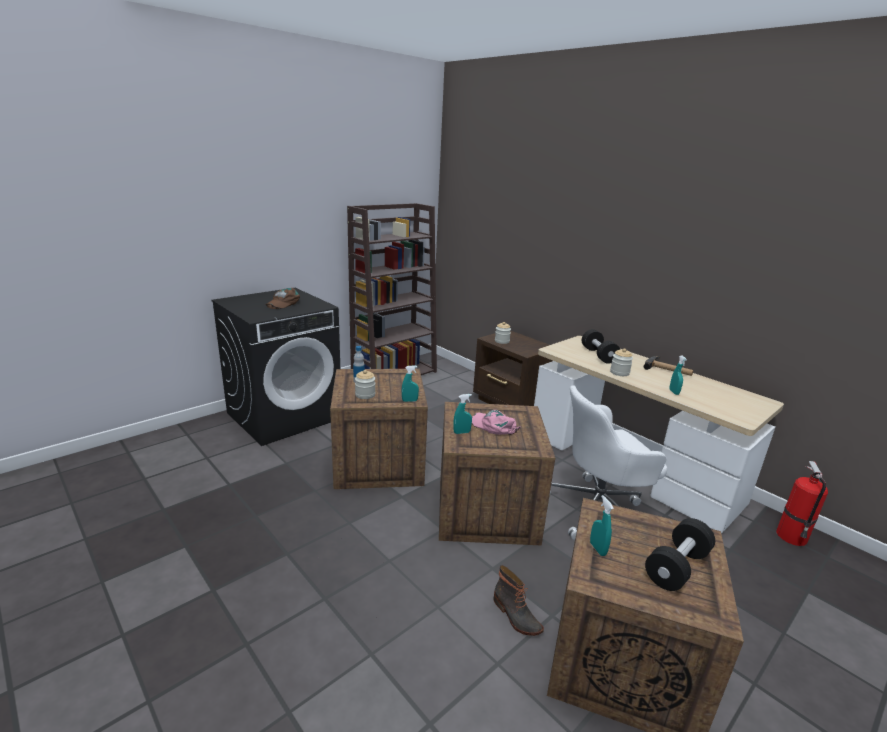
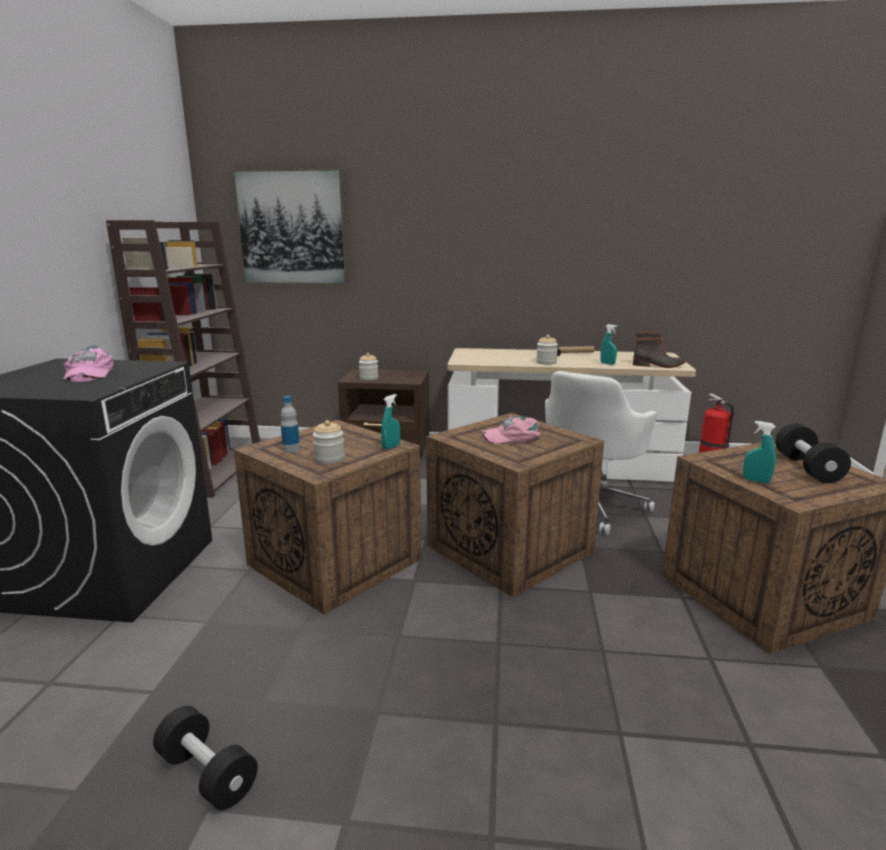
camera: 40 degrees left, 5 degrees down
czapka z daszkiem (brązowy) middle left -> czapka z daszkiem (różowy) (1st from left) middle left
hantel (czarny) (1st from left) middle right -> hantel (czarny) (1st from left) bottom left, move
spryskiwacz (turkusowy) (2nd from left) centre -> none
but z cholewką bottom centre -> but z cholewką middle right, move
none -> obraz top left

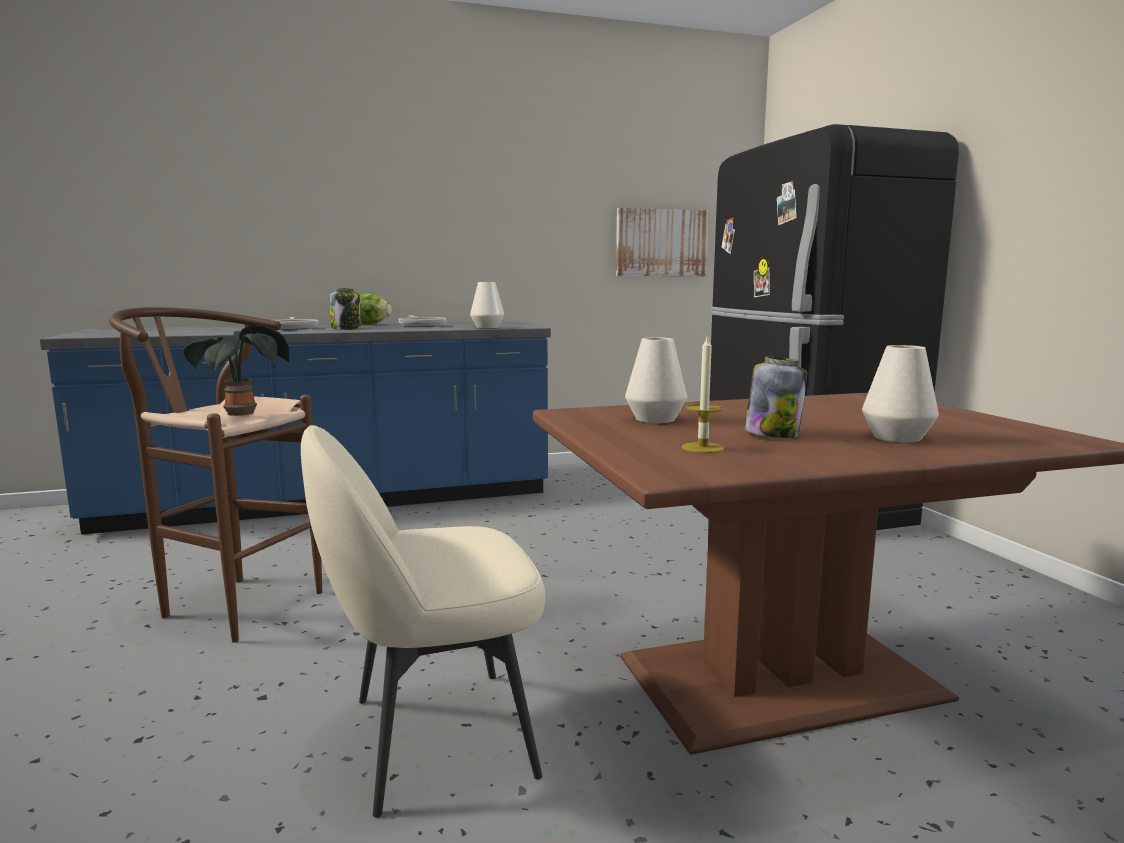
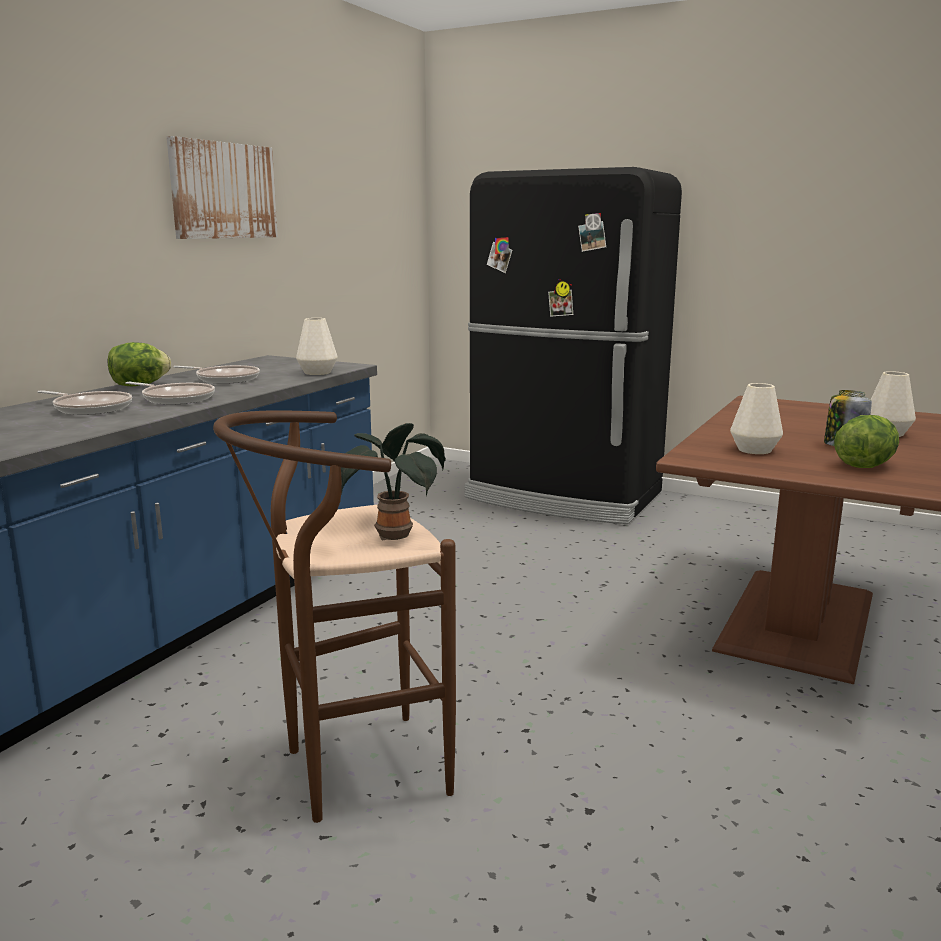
camera: 45 degrees left, 5 degrees up
obraz top centre -> obraz top left, move
słoik (1st from left) middle left -> patelnia (2nd from left) middle left
świeca centre -> sałata (2nd from left) middle right
krzesło (beżowy) bottom centre -> none

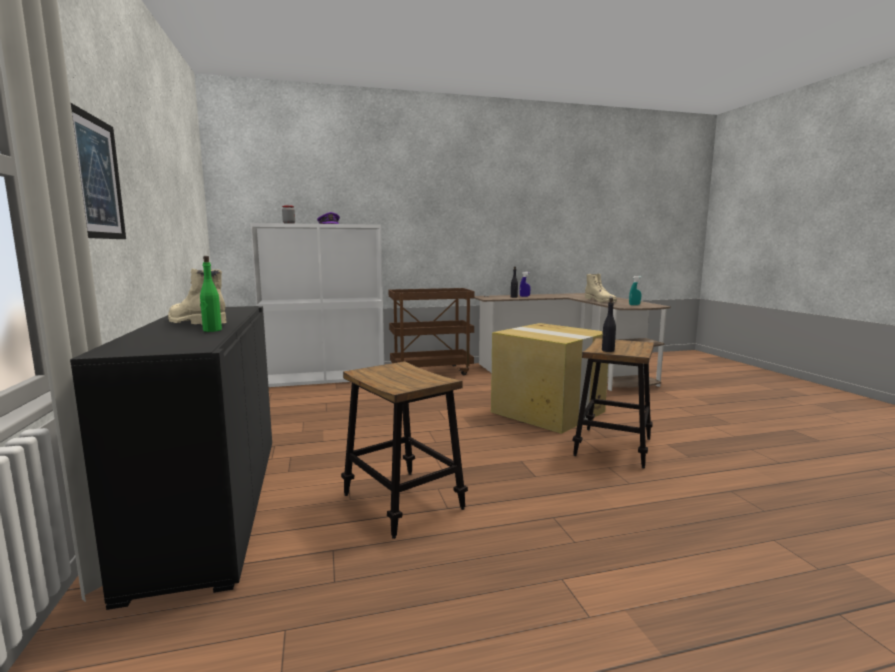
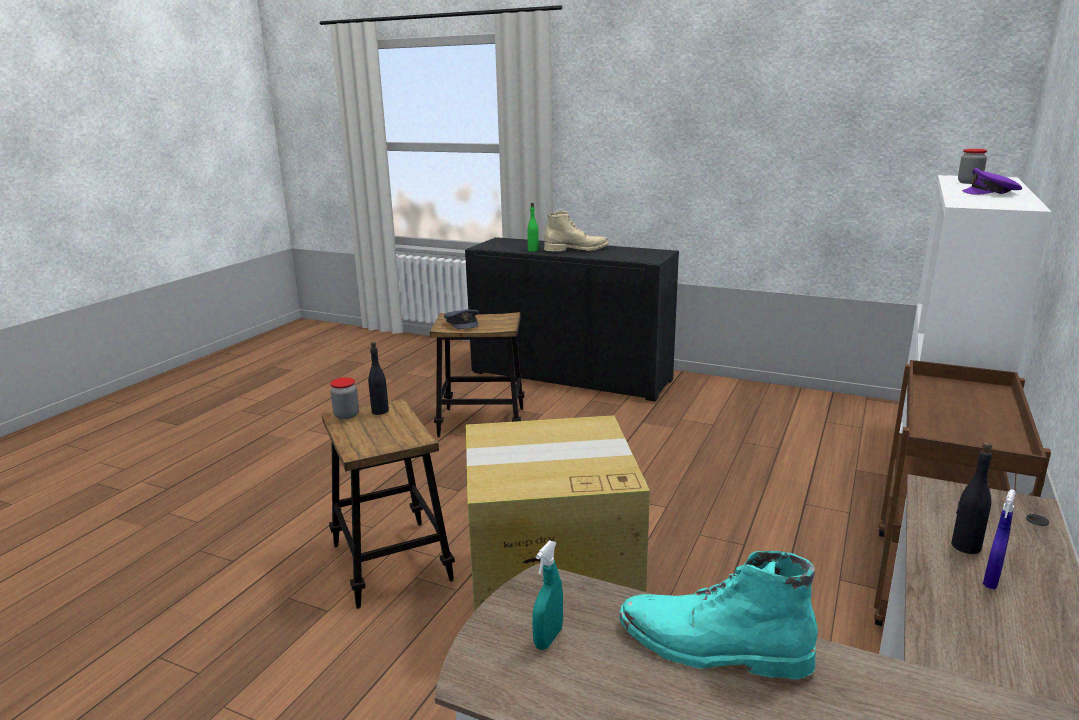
camera: 130 degrees right, 10 degrees up
obraz top left -> none
but z cholewką (beżowy) (2nd from left) middle right -> but z cholewką (turkusowy) bottom centre
none -> czapka z daszkiem (szary) centre
none -> słoik (1st from left) middle left

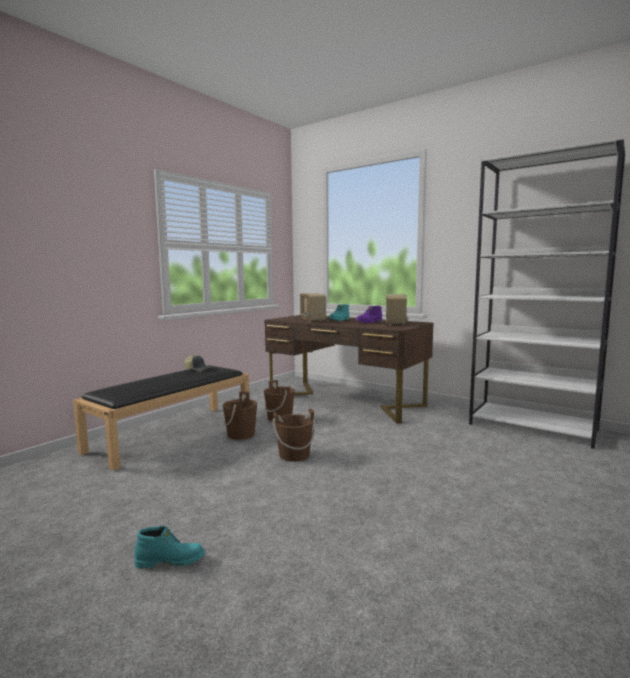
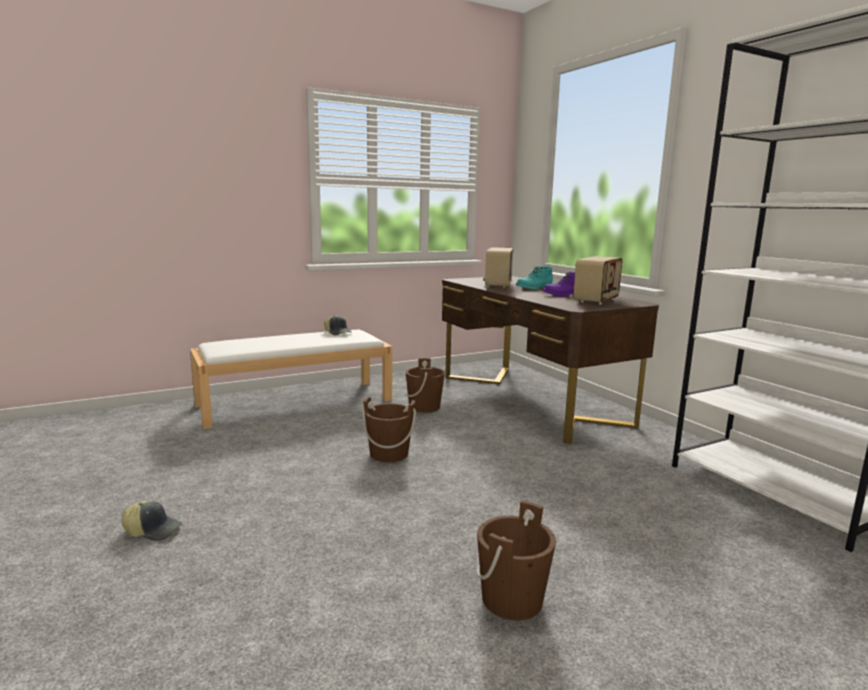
camera: 25 degrees right, 5 degrees up
ławka (czarny) middle left -> ławka (biały) centre
wiadro (brązowy) (1st from left in the first image) centre -> wiadro (brązowy) (3rd from left) bottom centre, move
but z cholewką (turkusowy) (1st from left) bottom left -> czapka z daszkiem (1st from left) bottom left

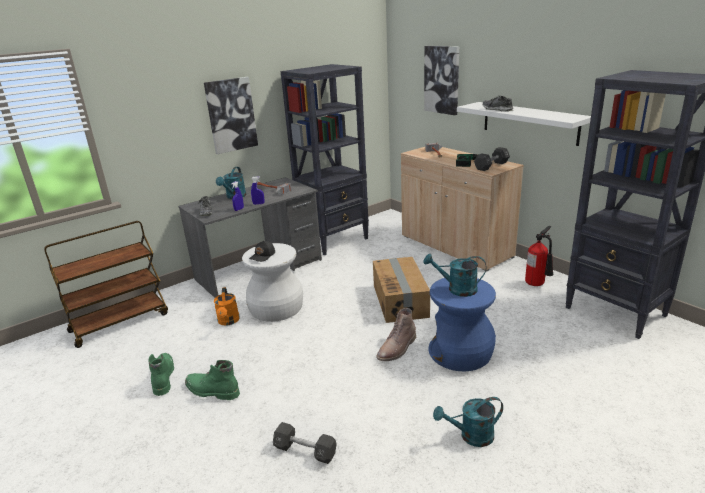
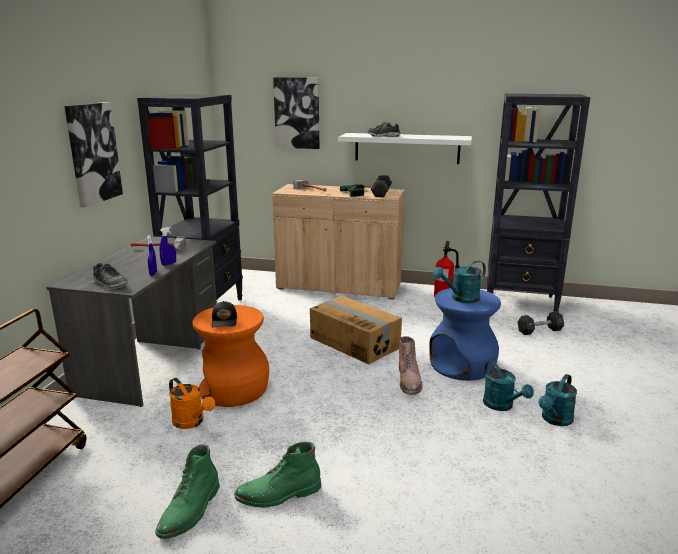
camera: 40 degrees left, 5 degrees down
konewka (turkusowy) (1st from left in the first image) middle left -> konewka (turkusowy) (2nd from left) bottom right, move
stołek (biały) centre -> stołek (pomarańczowy) centre
but z cholewką (zielony) (1st from left) bottom left, 105 degrees counterclockwise
hantel (czarny) (1st from left in the first image) bottom centre -> hantel (czarny) (2nd from left) middle right, move

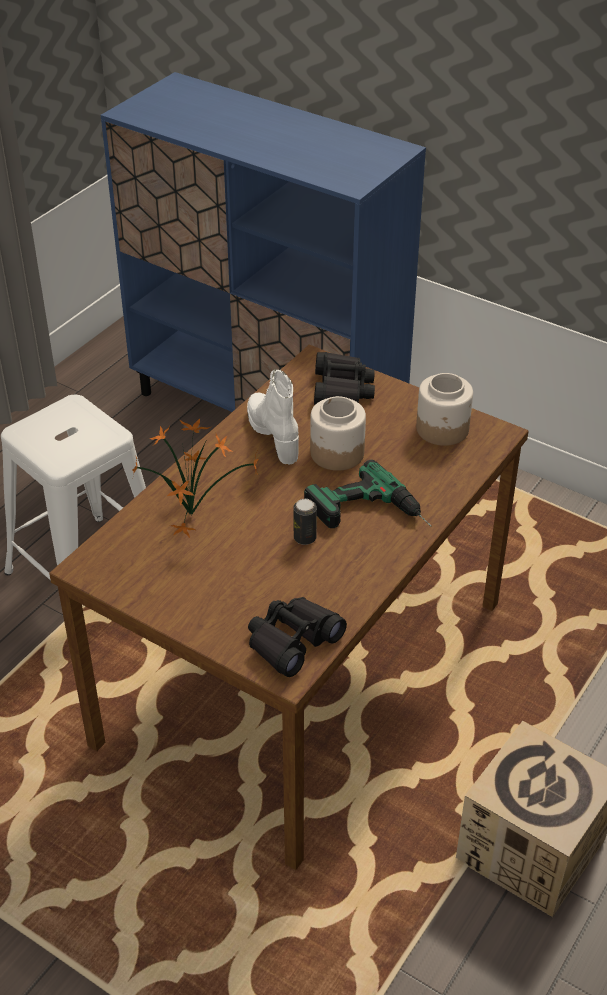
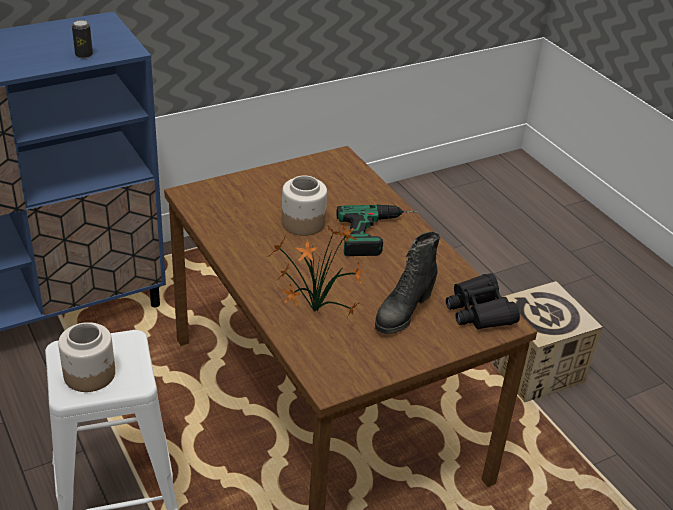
camera: 65 degrees left, 5 degrees down
lornetka (czarny) (2nd from left) centre -> none
but z cholewką (biały) centre -> none
słoik (2nd from left in the first image) middle right -> słoik (1st from left) bottom left, move
puszka centre -> puszka top left, move
none -> but z cholewką (czarny) centre

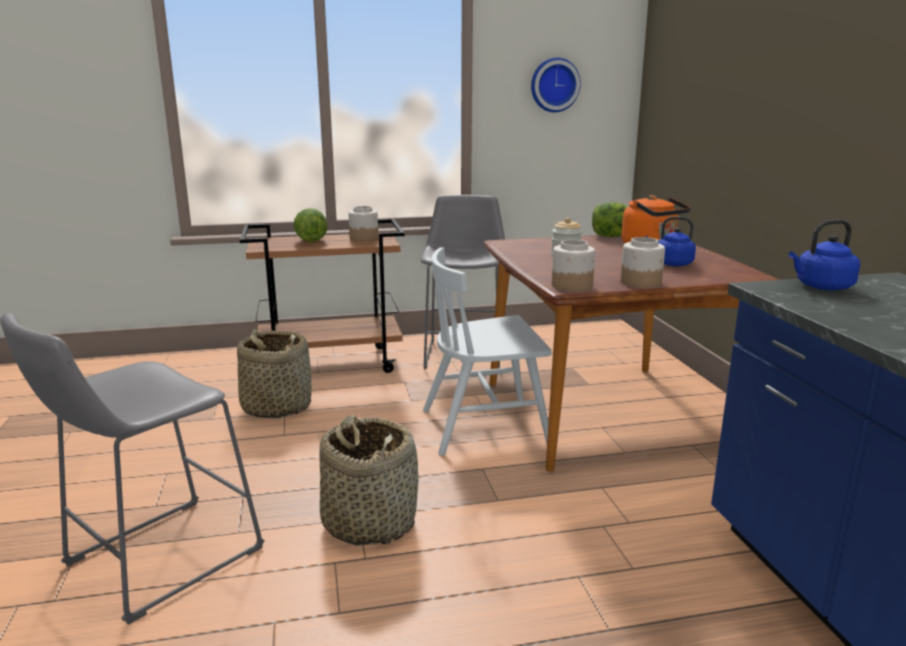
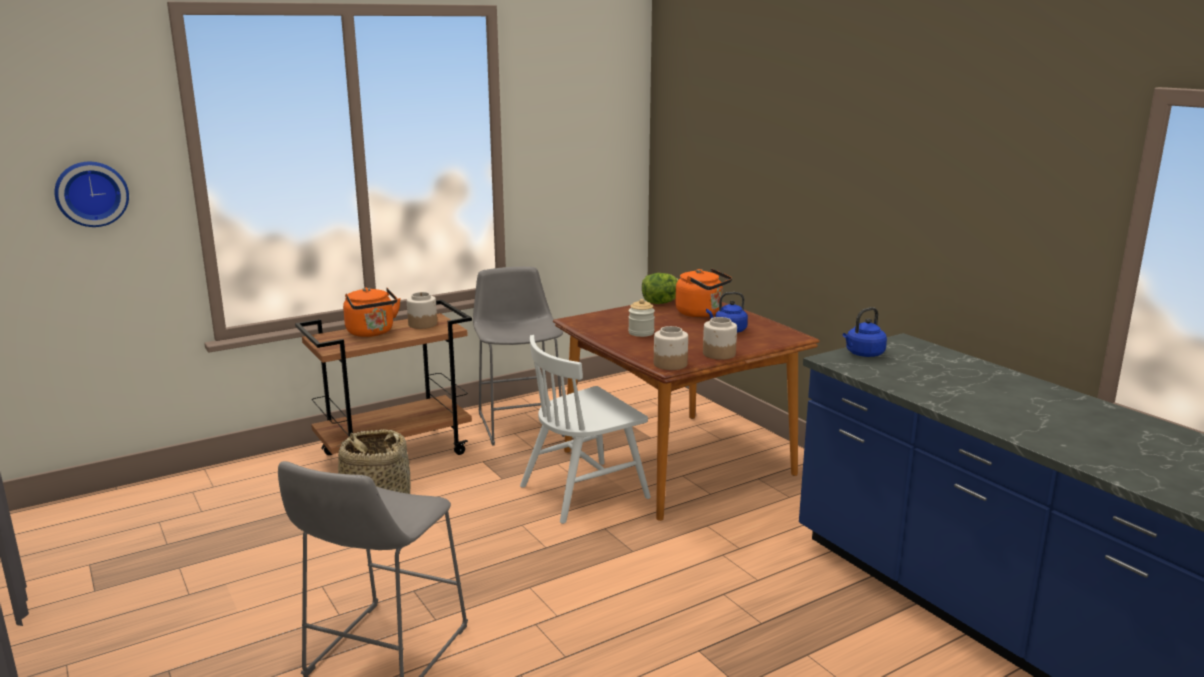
camera: 20 degrees left, 0 degrees up
zegar ścienny top centre -> zegar ścienny top left, move
sałata (1st from left) centre -> czajnik (pomarańczowy) (1st from left) middle left
koszyk (2nd from left) bottom centre -> none

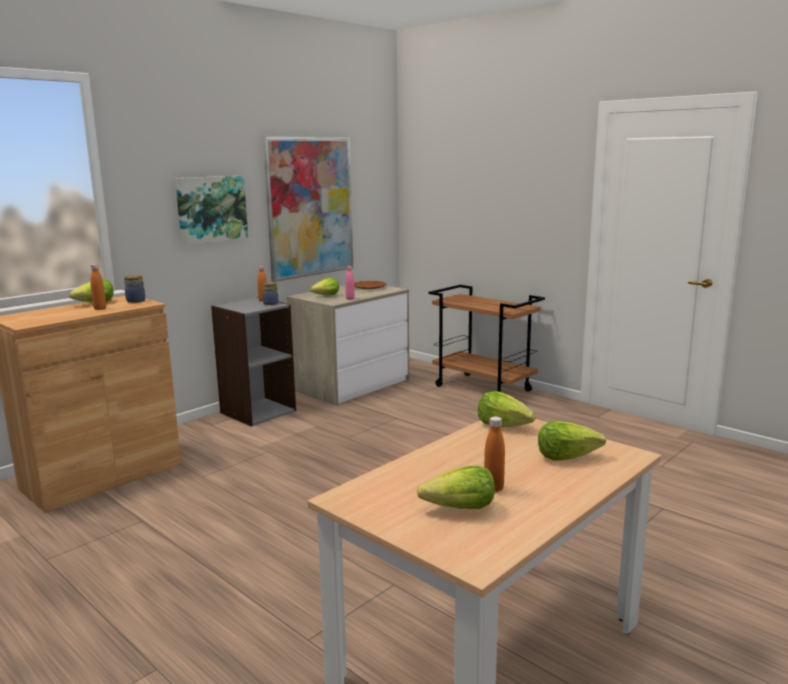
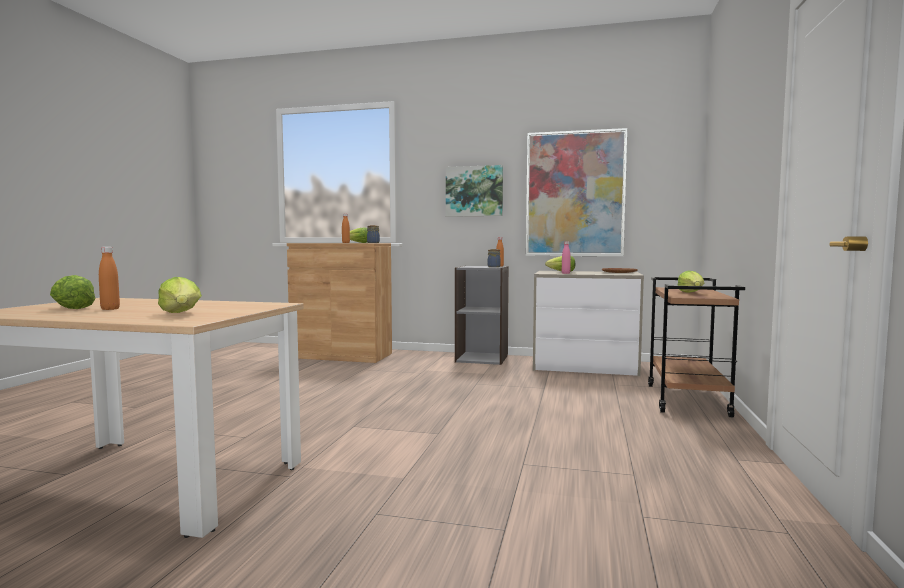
camera: 60 degrees right, 10 degrees down
sałata (4th from left in the first image) centre -> sałata (5th from left) middle right, move

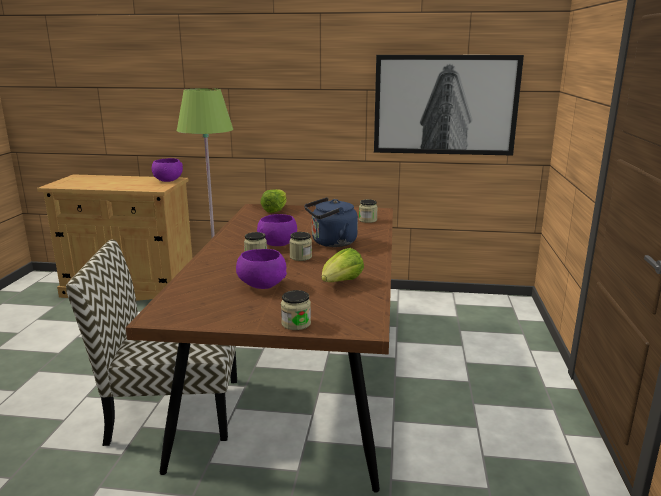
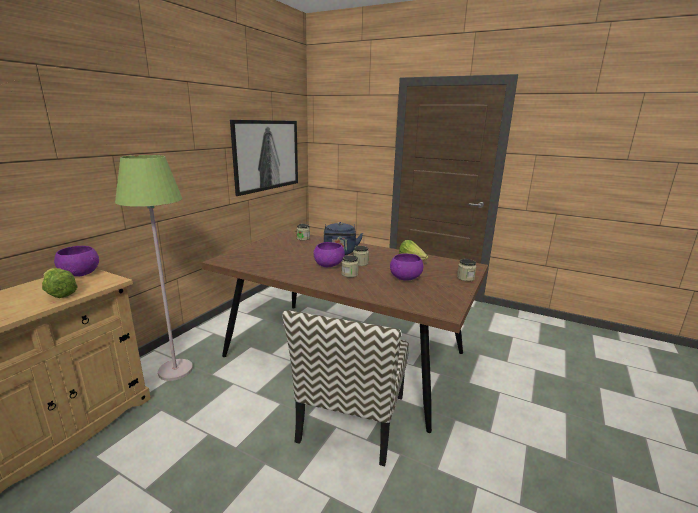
camera: 70 degrees left, 0 degrees up
sałata (1st from left) centre -> sałata (1st from left) middle left, move

